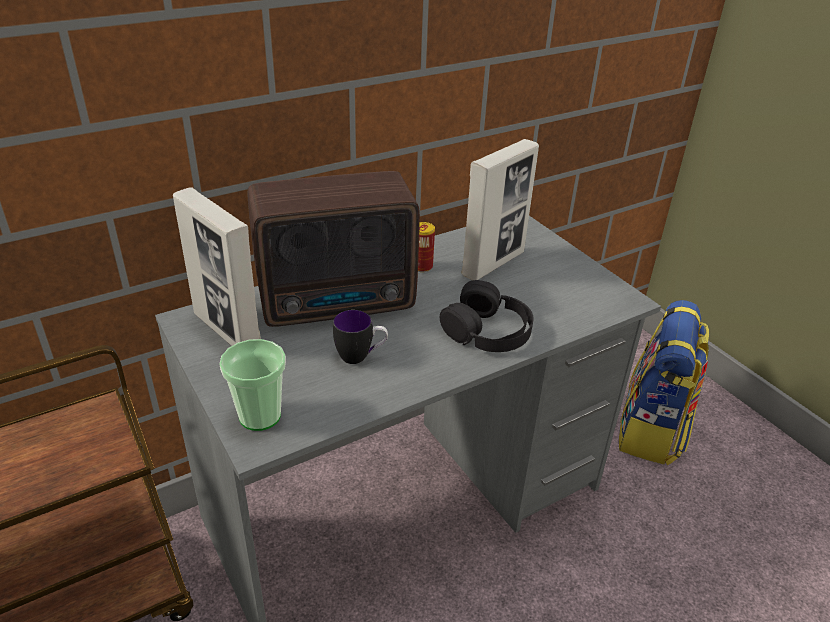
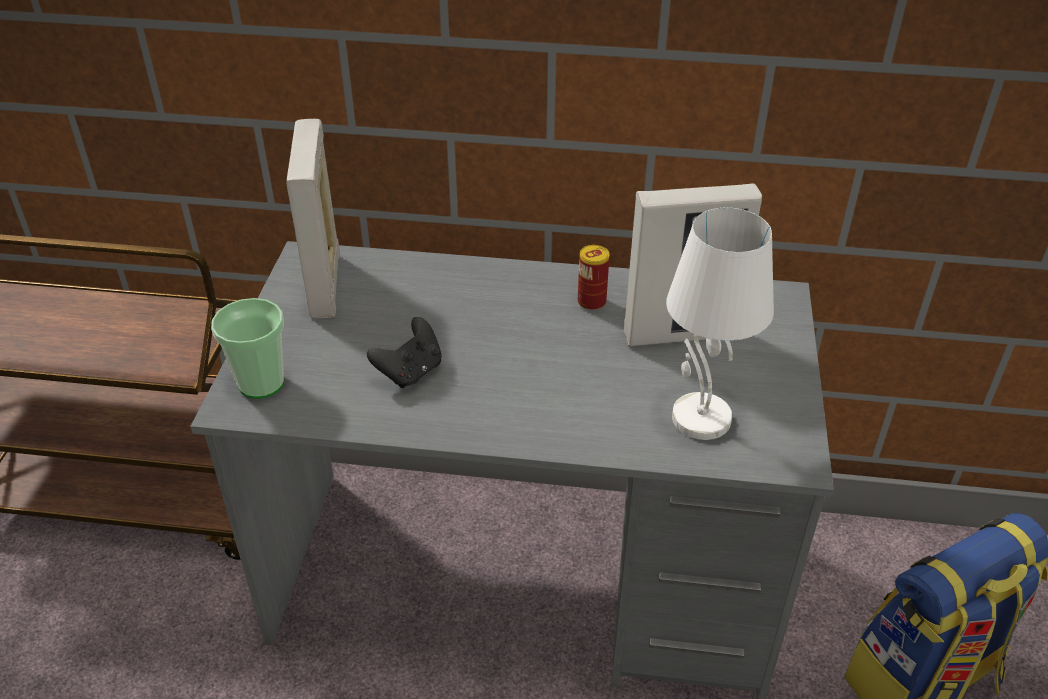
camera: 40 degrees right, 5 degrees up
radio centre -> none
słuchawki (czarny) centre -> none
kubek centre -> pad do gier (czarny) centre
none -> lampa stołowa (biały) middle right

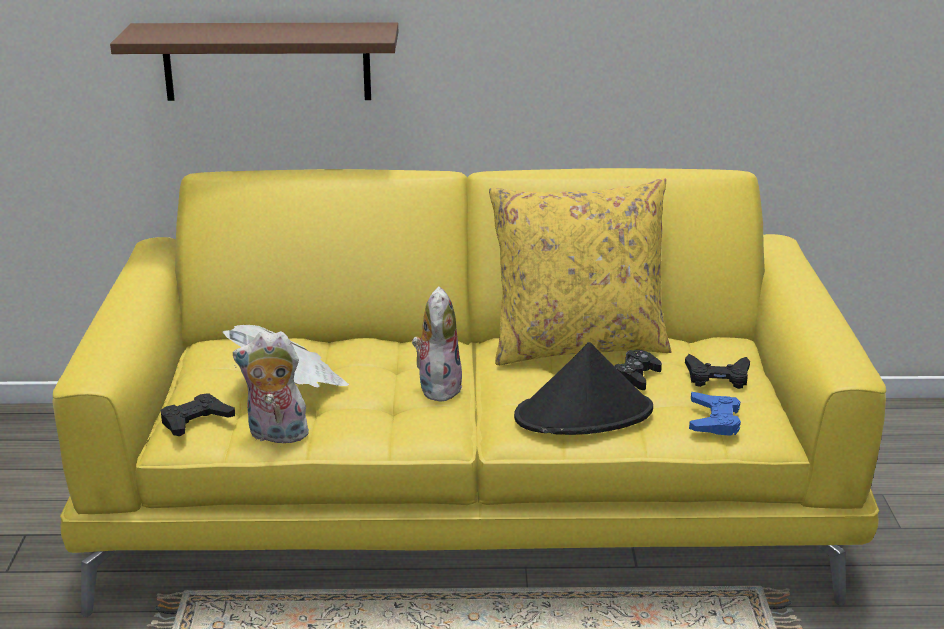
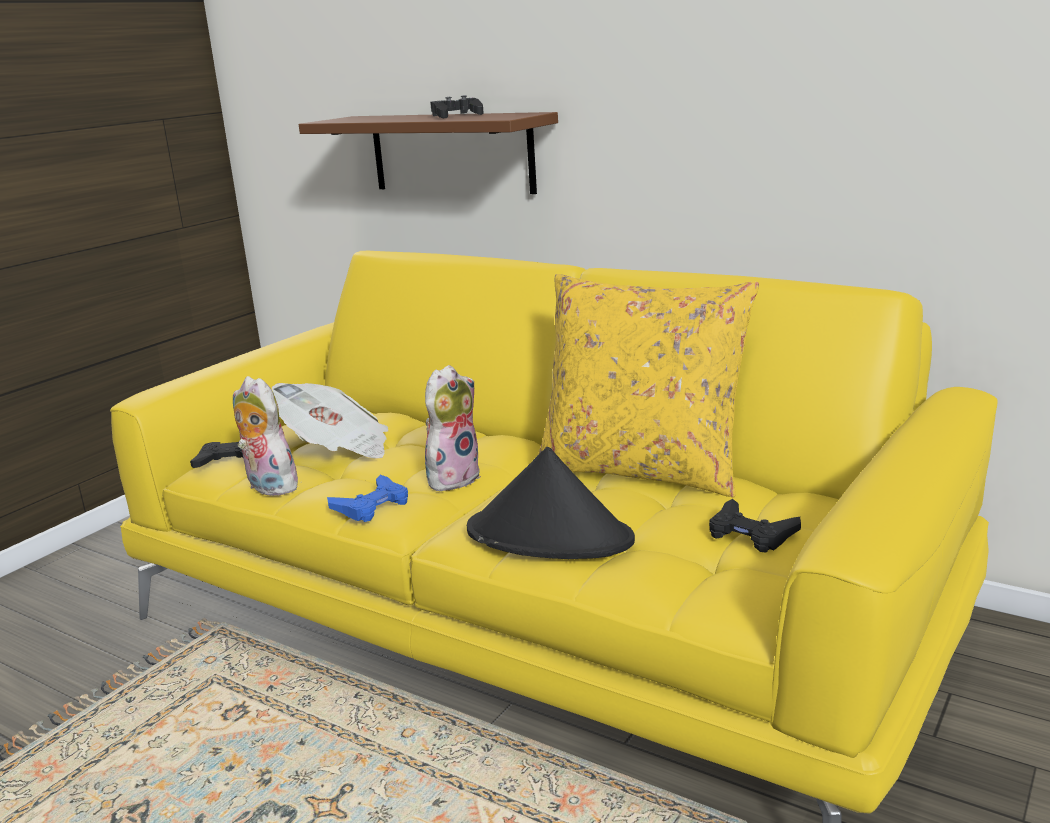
camera: 35 degrees right, 5 degrees down
pad do gier (czarny) (2nd from left) middle right -> pad do gier (czarny) (2nd from left) top centre, move
pad do gier (niebieski) middle right -> pad do gier (niebieski) centre, move

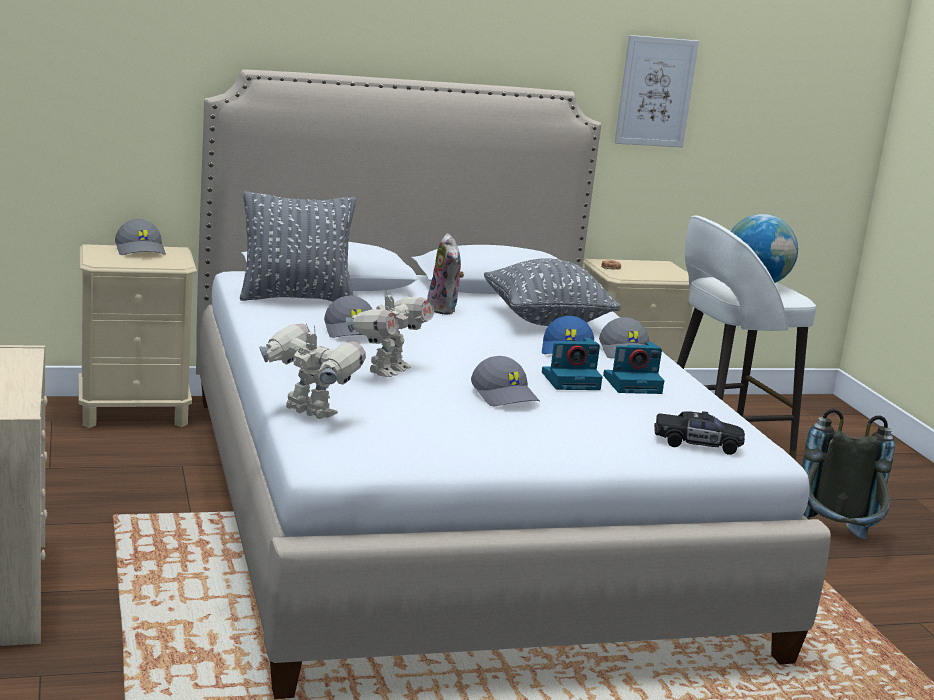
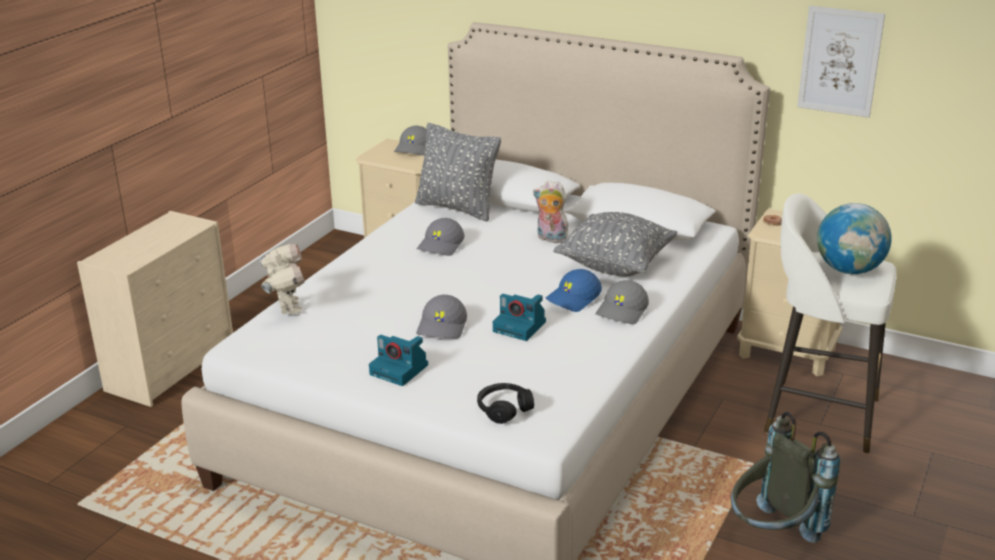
camera: 45 degrees right, 10 degrees up
pluszak centre, 90 degrees clockwise
robot zabawkowy (2nd from left) centre -> none
aparat fotograficzny (2nd from left in the first image) middle right -> aparat fotograficzny (1st from left) centre, move
samochodzik (czarny) middle right -> słuchawki (czarny) bottom centre

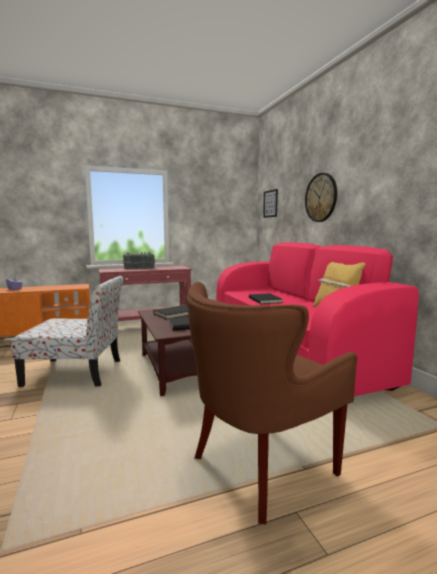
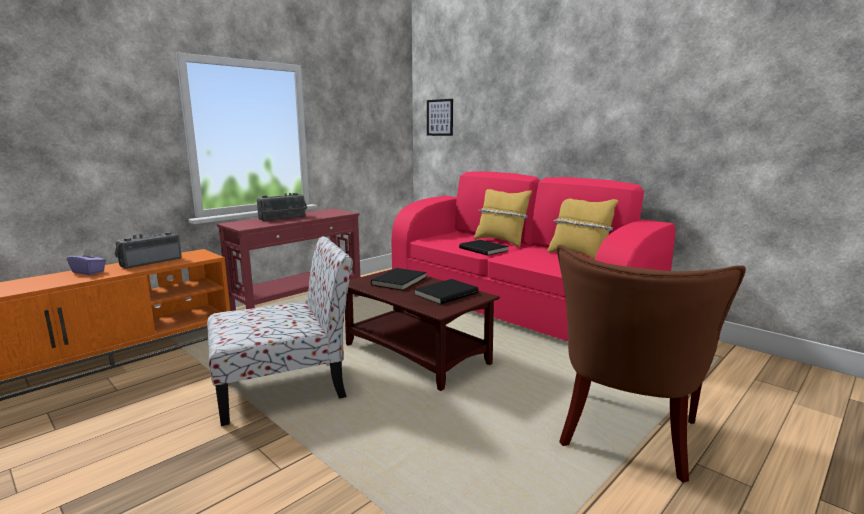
camera: 25 degrees left, 5 degrees up
zegar ścienny middle right -> none
none -> poduszka (żółty) (1st from left) centre
none -> radio (1st from left) middle left

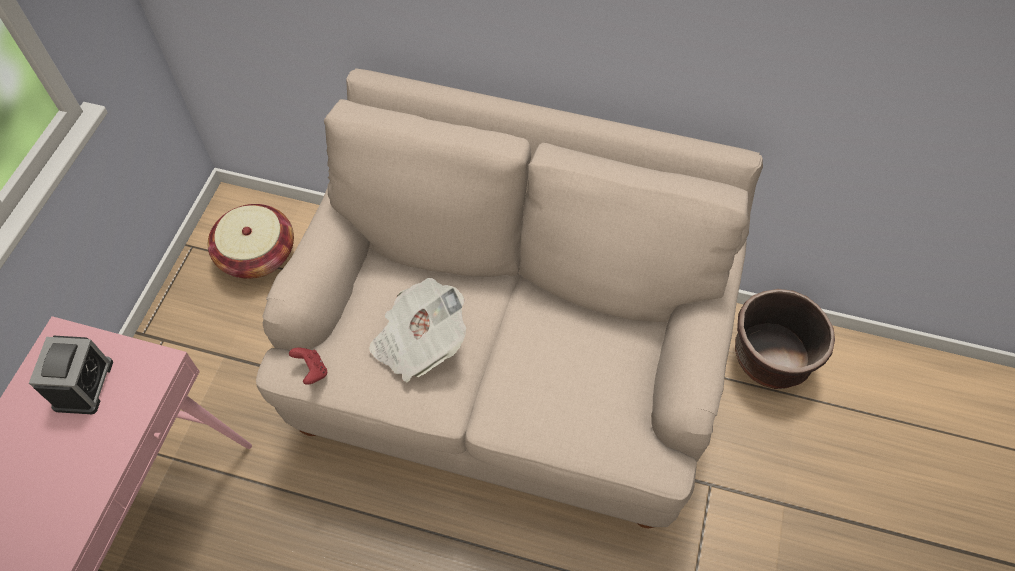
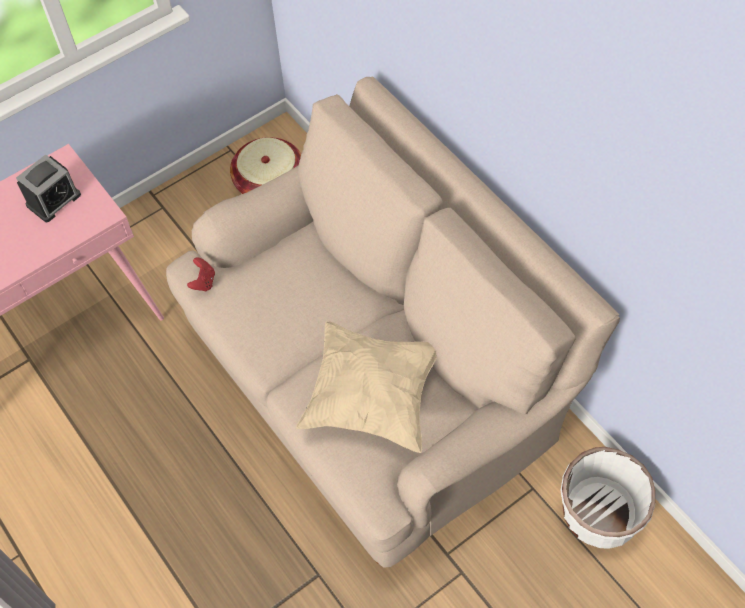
camera: 40 degrees right, 0 degrees up
gazeta centre -> none
donica (brązowy) middle right -> donica (biały) bottom right
none -> poduszka (beżowy) centre

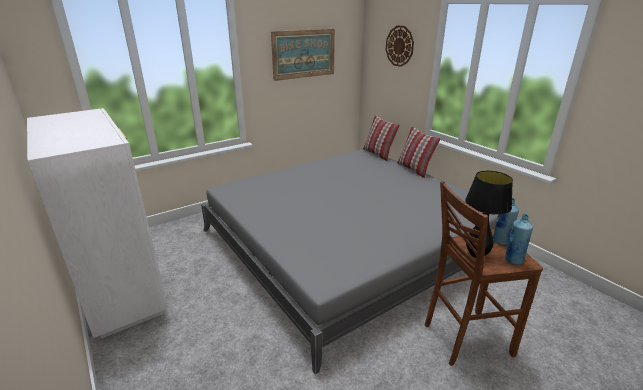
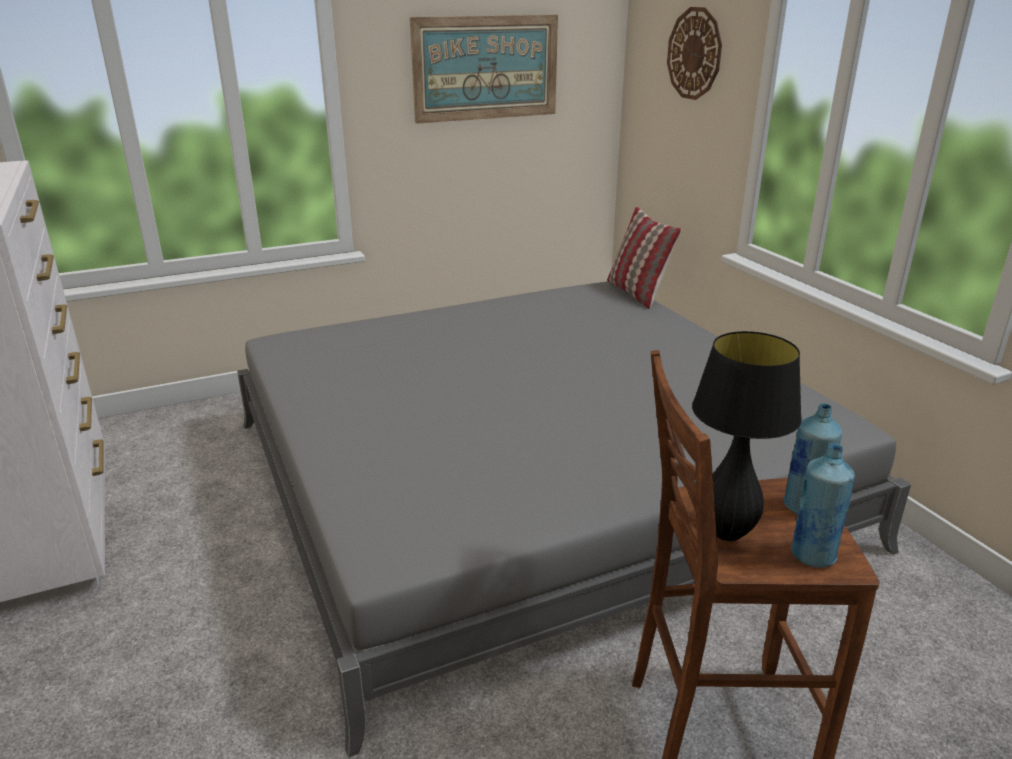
camera: 10 degrees right, 0 degrees up
poduszka (2nd from left) centre -> none

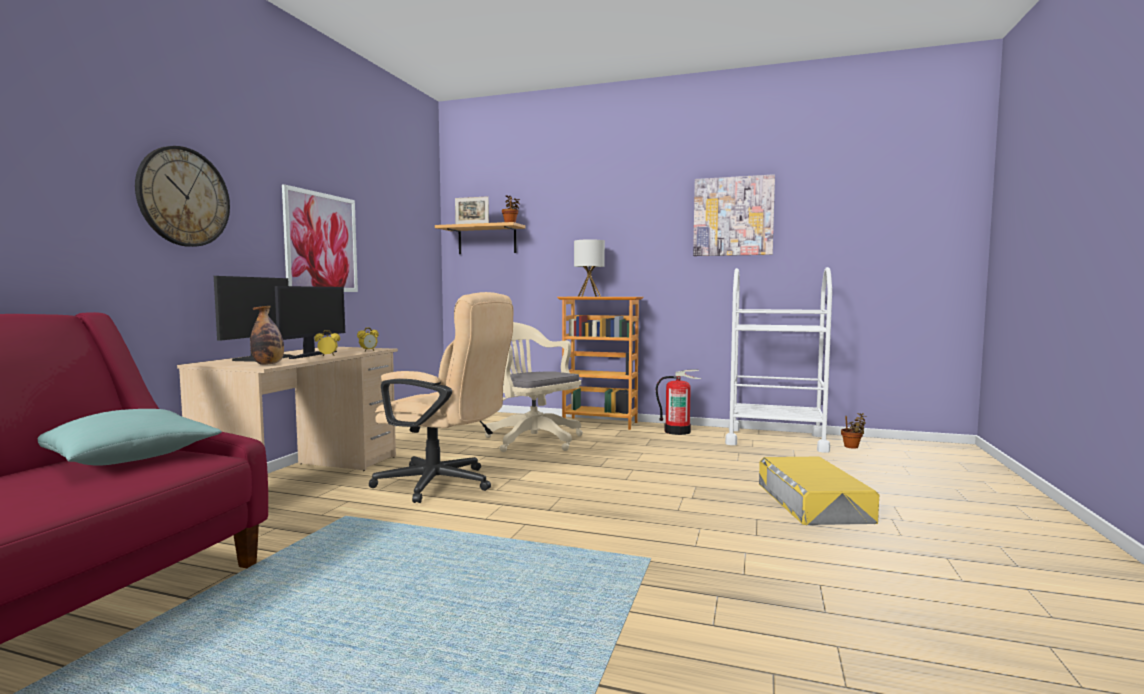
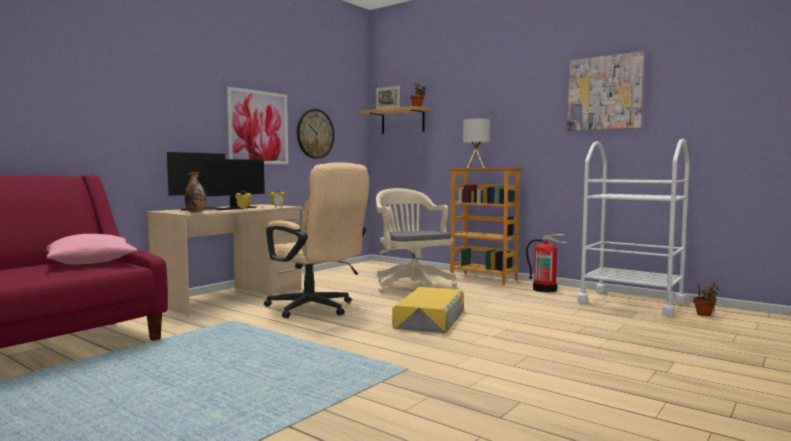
camera: 20 degrees right, 0 degrees up
zegar ścienny top left -> zegar ścienny top centre, move
poduszka (turkusowy) middle left -> poduszka (różowy) middle left
pojemnik do przechowywania (żółty) bottom right -> pojemnik do przechowywania (żółty) bottom centre, move

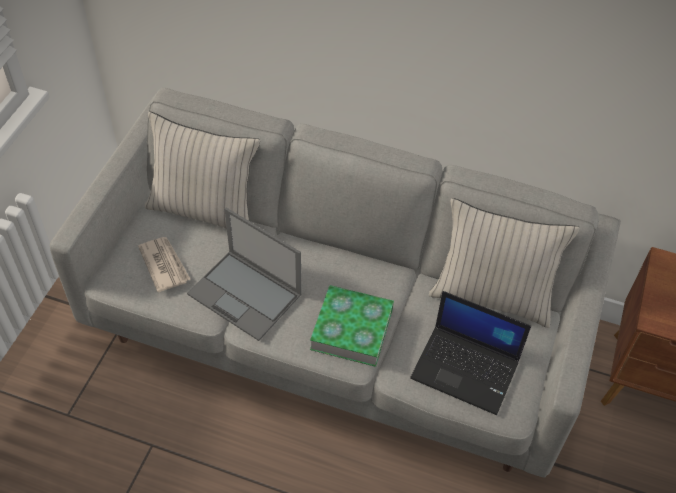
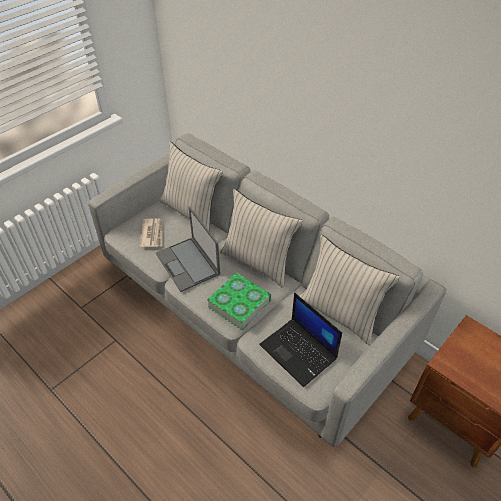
camera: 25 degrees right, 5 degrees down
none -> poduszka (beżowy) (2nd from left) centre

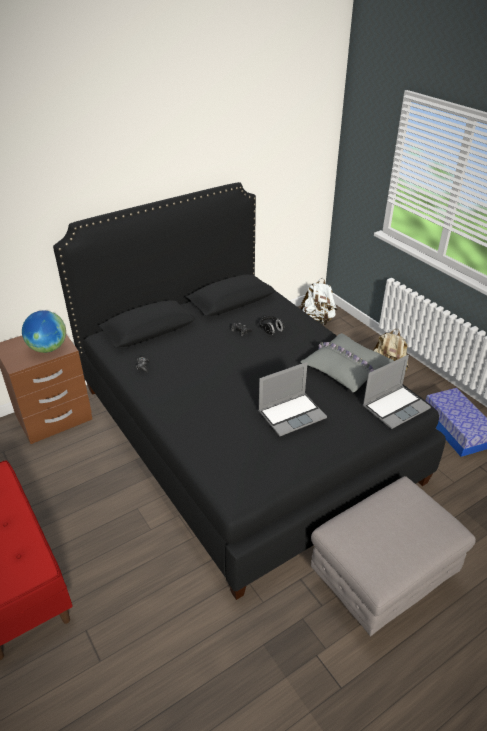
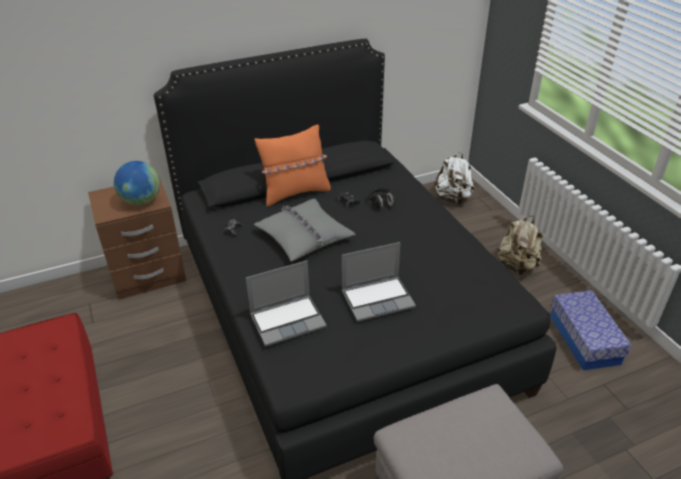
camera: 10 degrees right, 0 degrees up
poduszka (szary) middle right -> poduszka (szary) centre, move
laptop (2nd from left in the first image) middle right -> laptop (1st from left) centre, move
none -> poduszka (pomarańczowy) centre

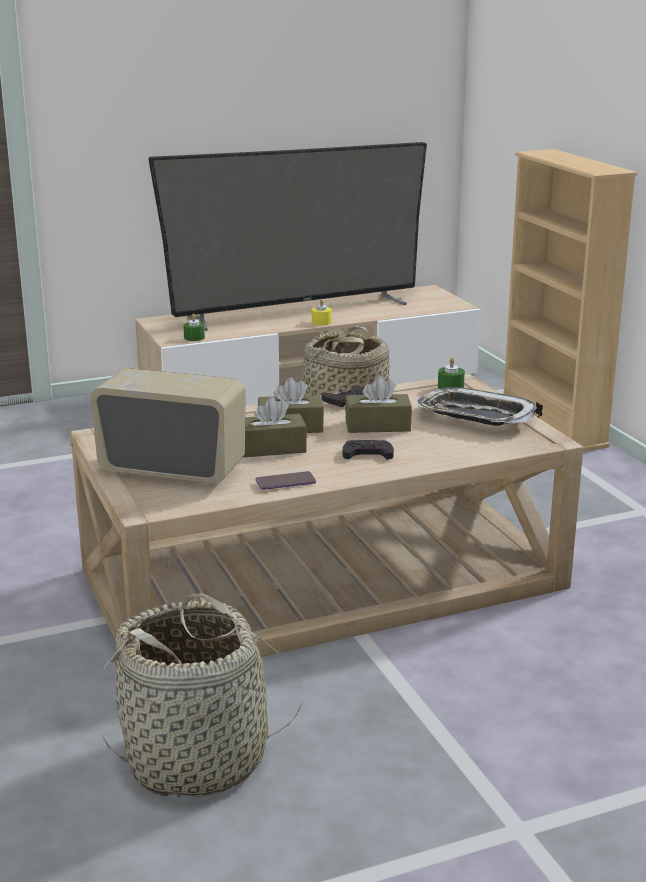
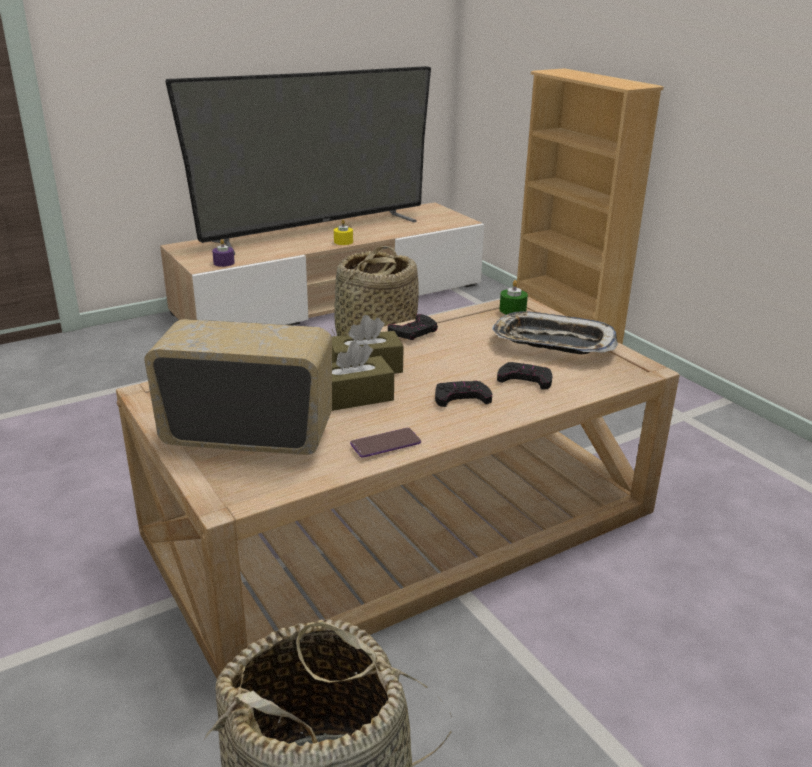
camera: 10 degrees left, 5 degrees up
świeca (zielony) (1st from left) middle left -> świeca (fioletowy) top left
pudełko chusteczek (brązowy) (3rd from left) centre -> none
none -> pad do gier (czarny) (3rd from left) centre

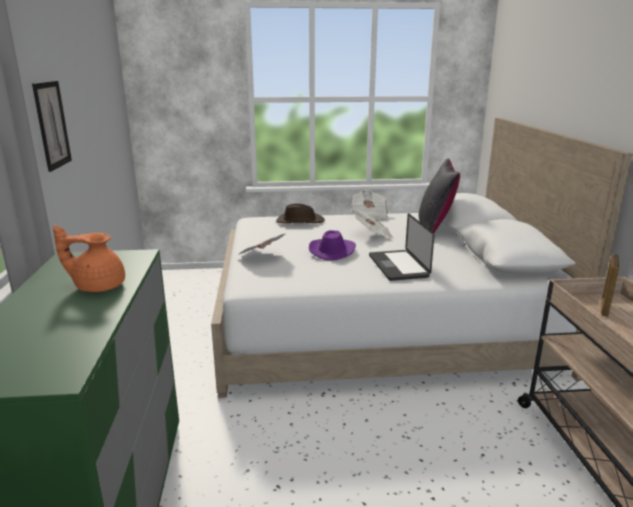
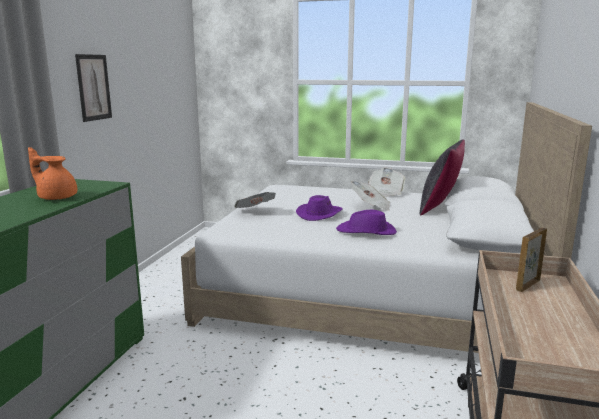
camera: 20 degrees right, 5 degrees down
kapelusz (brązowy) centre -> none
laptop centre -> kapelusz (fioletowy) (2nd from left) centre

